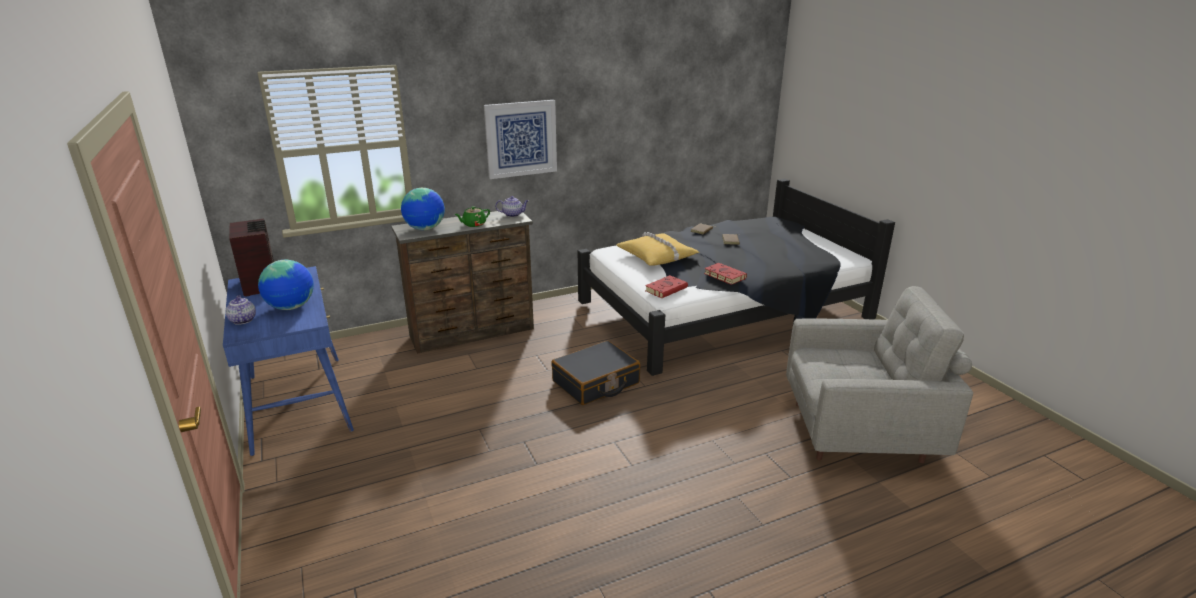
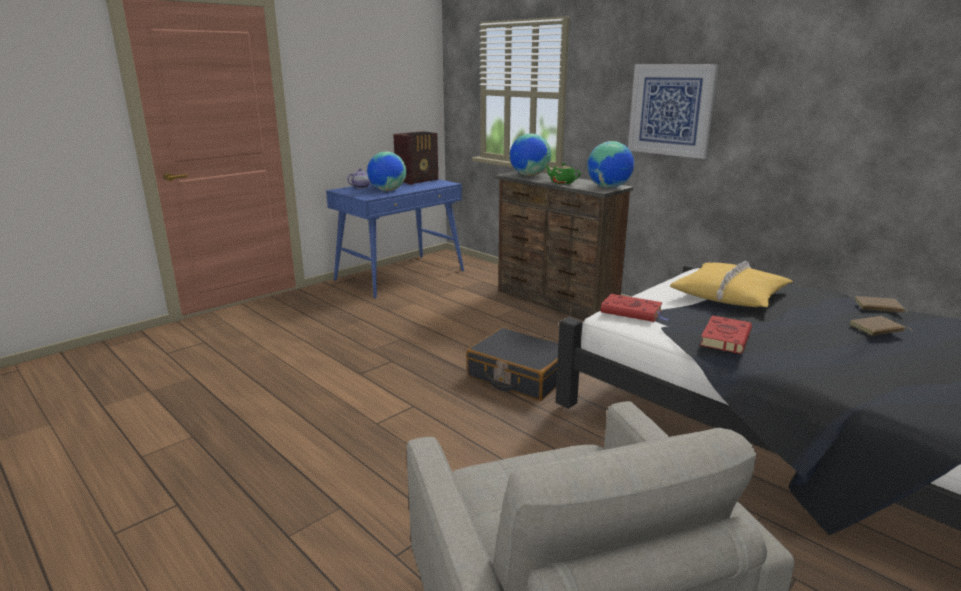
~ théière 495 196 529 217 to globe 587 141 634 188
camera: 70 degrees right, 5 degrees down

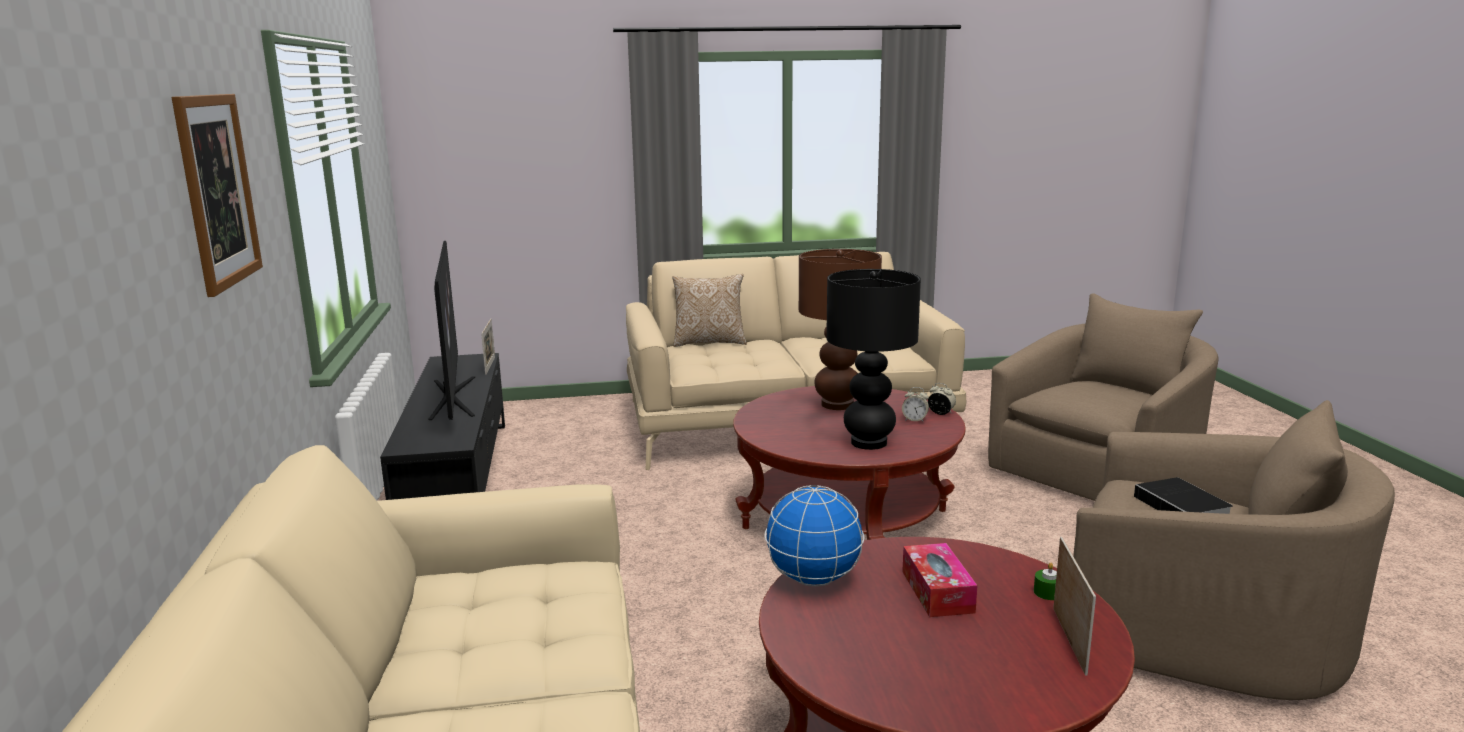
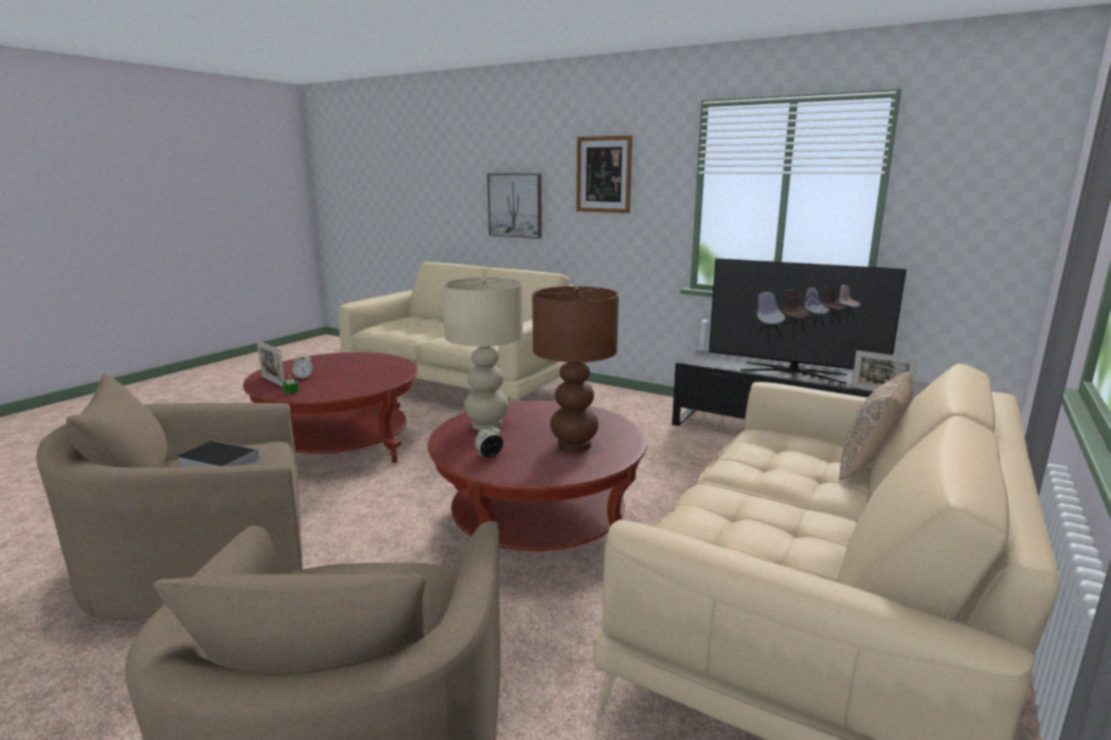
~ réveil 928 383 956 415 to 292 353 313 379
~ lampe de table/noir 826 269 921 450 to lampe de table/beige 442 278 523 431
+ tableau 487 174 542 239
- globe 764 485 865 586
- boîte à mouchoirs 902 543 977 617
camera: 130 degrees right, 0 degrees up

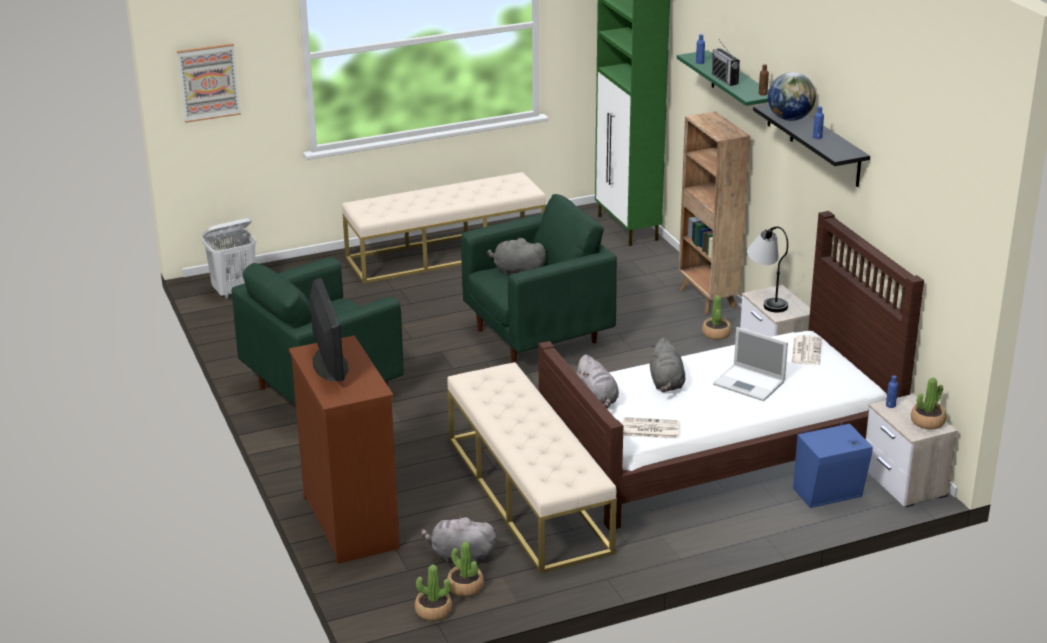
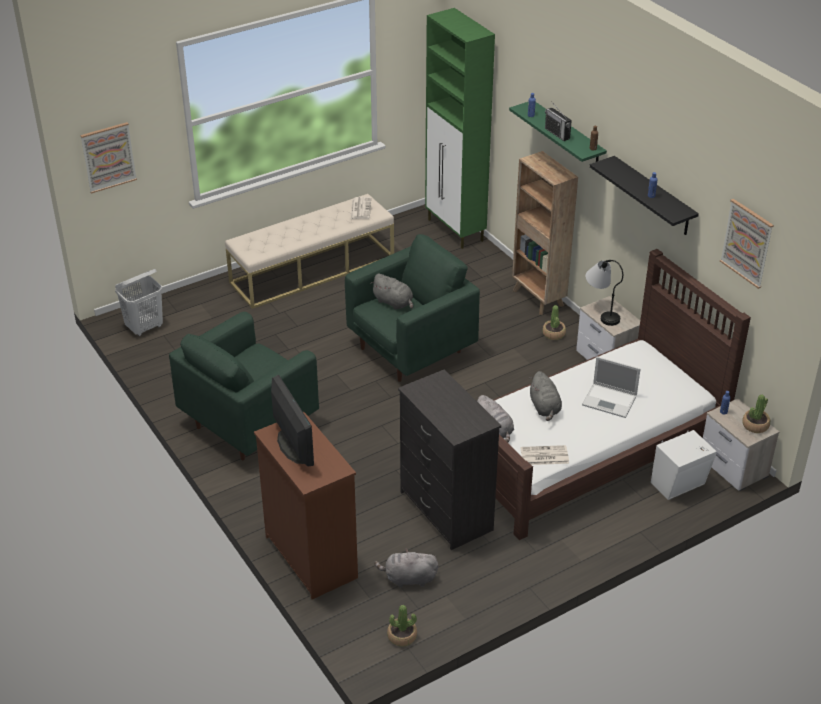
~ journal 791 335 821 365 to 351 197 371 219
~ peluche/gris 487 238 546 275 = 370 274 413 310 150 degrees counterclockwise
~ banc/beige 447 362 617 574 to commode/noir 398 369 501 550
~ enceinte/bleu 793 422 873 508 to enceinte/blanc 651 430 717 500
+ tableau 720 199 774 289
- plante en pot 447 542 484 597
- globe 768 72 816 121
camera: 10 degrees left, 10 degrees up

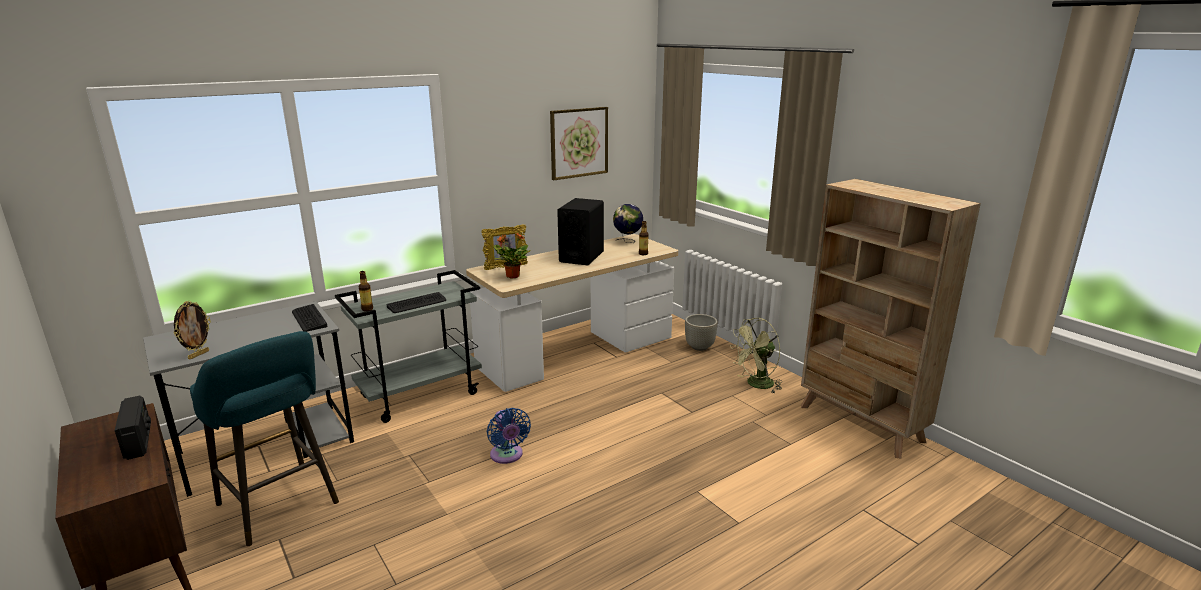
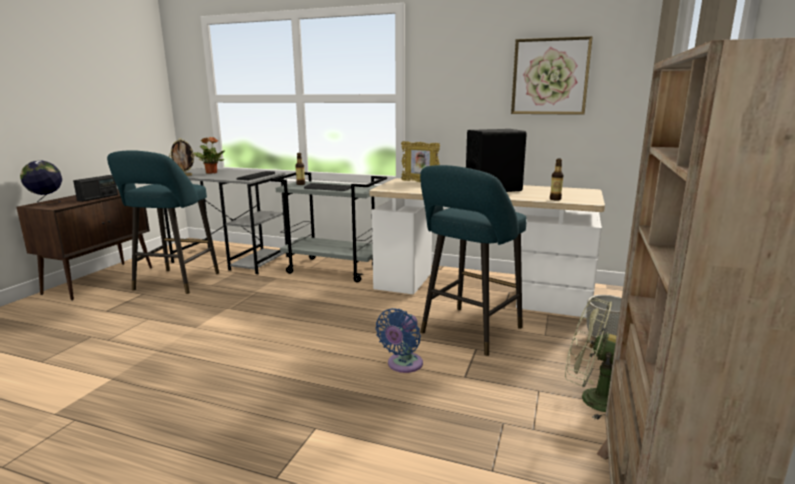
~ globe 613 204 643 243 to 20 161 62 205
~ plante en pot 493 233 530 278 to 193 137 225 174
~ ventilateur/bleu 487 408 531 464 to 375 308 423 373
+ tabouret/turquoise 420 165 527 356
camera: 55 degrees right, 5 degrees down

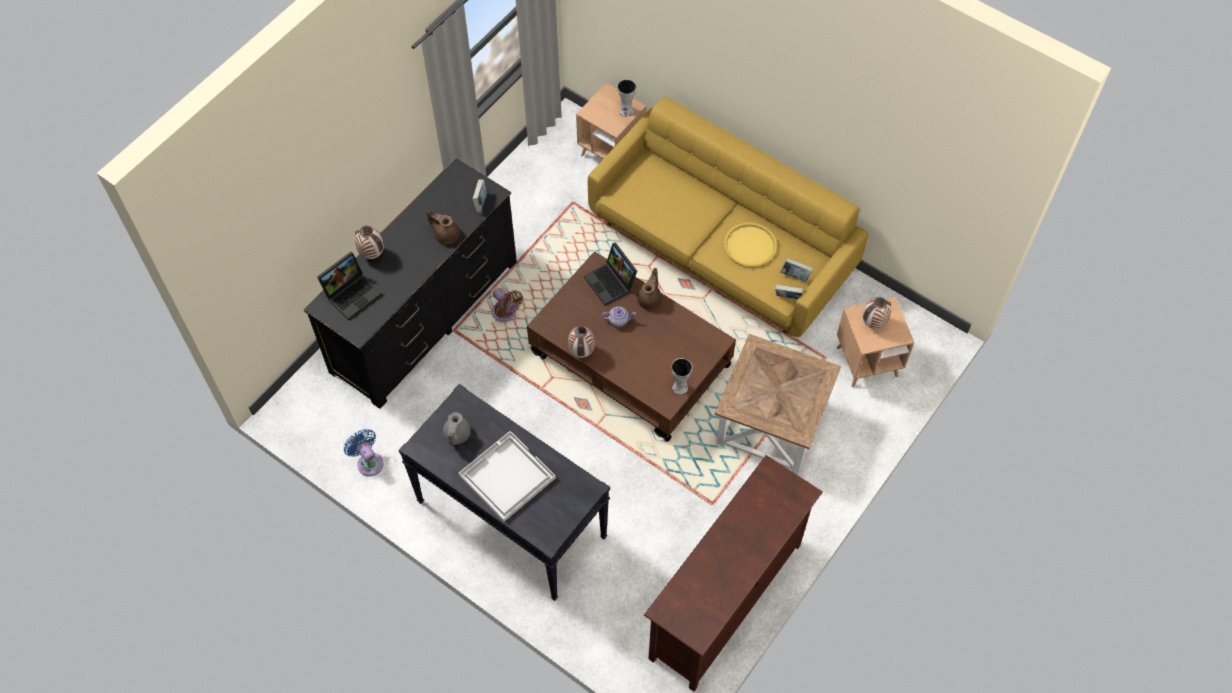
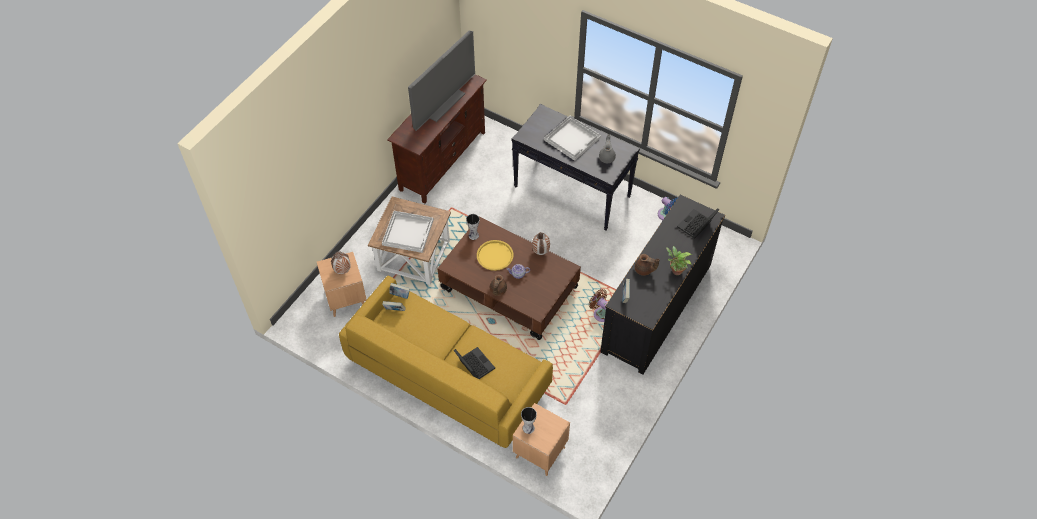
+ plateau/blanc 382 211 434 253
+ téléviseur 408 31 475 131
~ ordinateur portable 584 242 637 306 to 454 347 495 379
~ plateau/jaune 724 222 777 267 to 477 240 513 271
+ plante en pot 666 246 692 275
- vase 355 226 384 259
camera: 175 degrees right, 5 degrees down

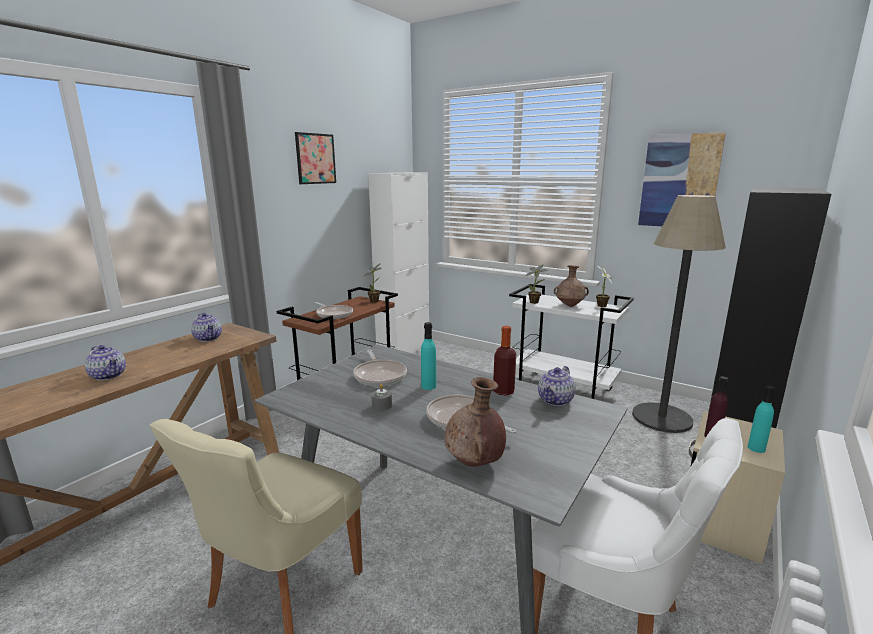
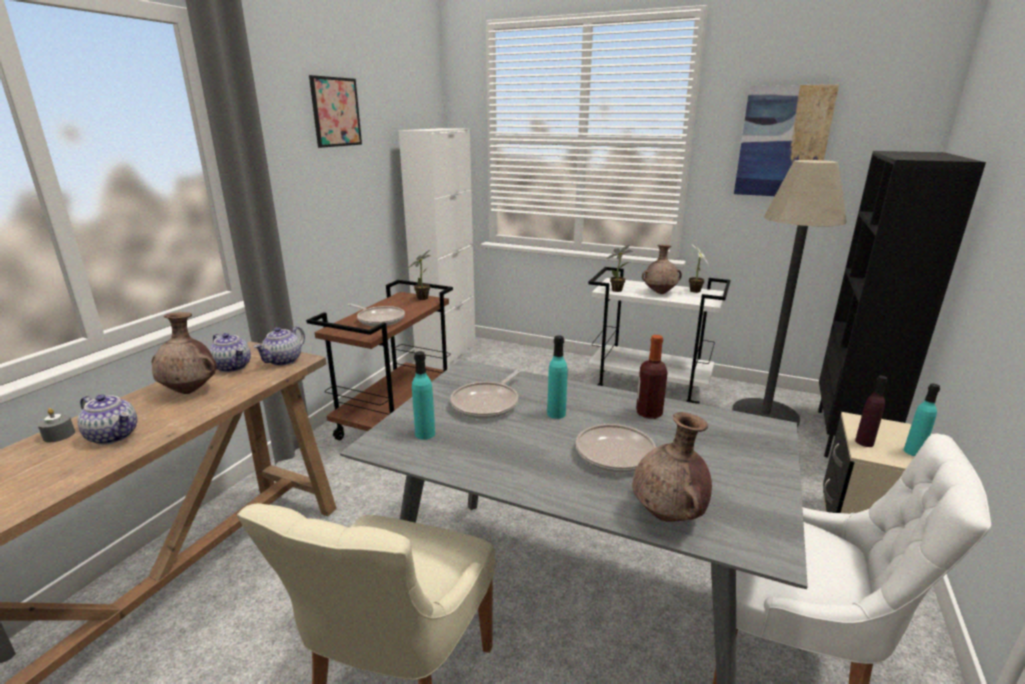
~ bougie/gris 371 384 392 411 to 38 408 75 442
+ vase/marron 152 312 217 394
~ théière 538 366 575 406 to 254 326 305 366
+ bouteille/turquoise 412 351 435 440
~ poêle 353 350 407 386 = 450 369 522 419 60 degrees clockwise
camera: 10 degrees left, 5 degrees up

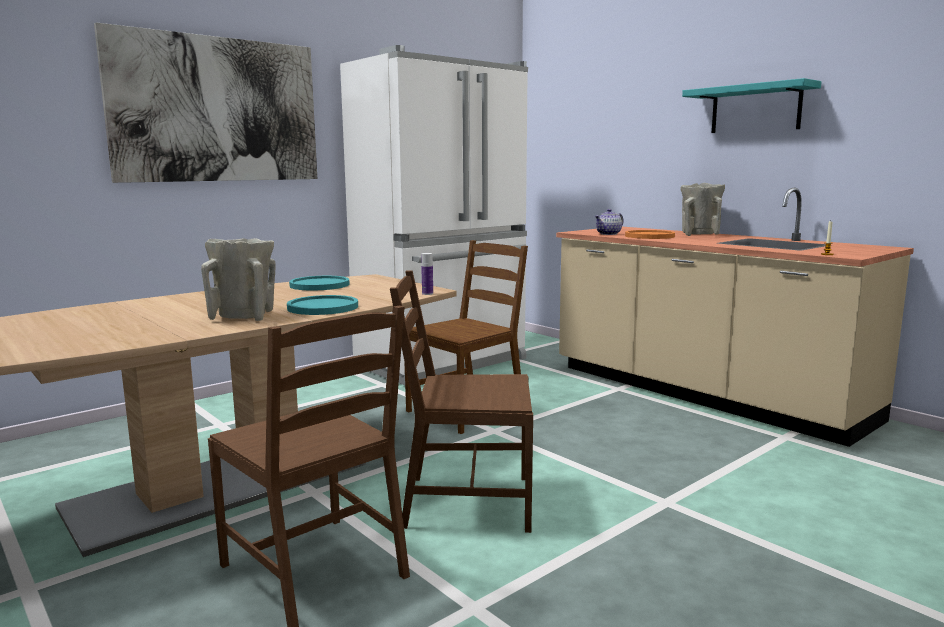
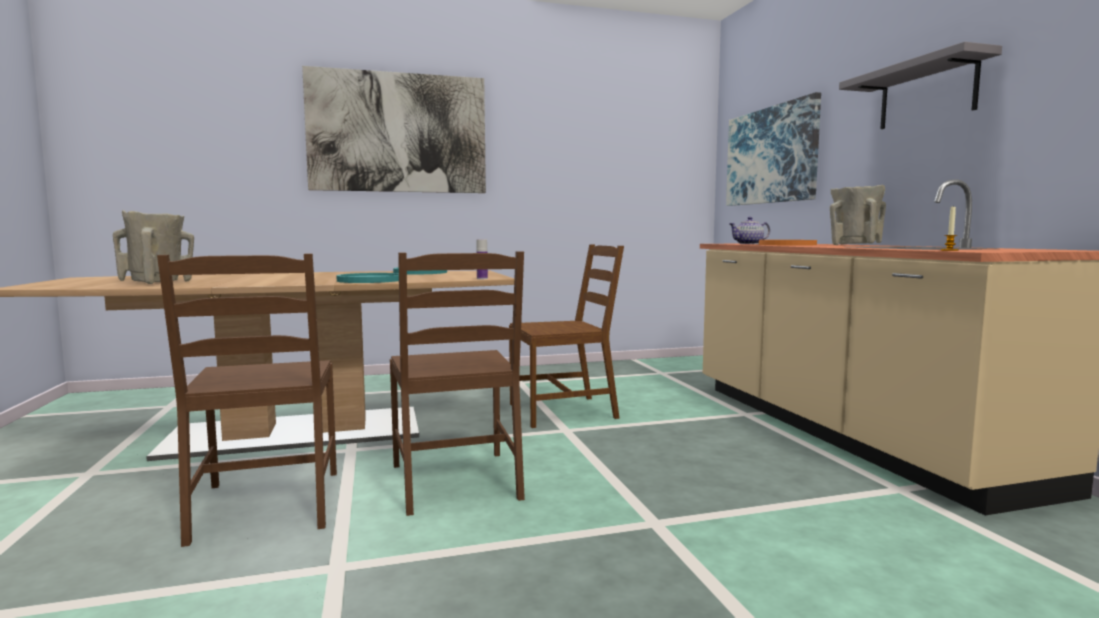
~ vase/beige 201 238 276 321 to 113 210 194 284
~ chaise/marron 390 270 533 533 = 390 251 525 516 135 degrees counterclockwise
+ tableau 726 92 821 206
~ étagère/turquoise 682 78 822 133 to étagère/gris 839 42 1002 129
- réfrigérateur/blanc 340 45 528 385
camera: 25 degrees right, 5 degrees down

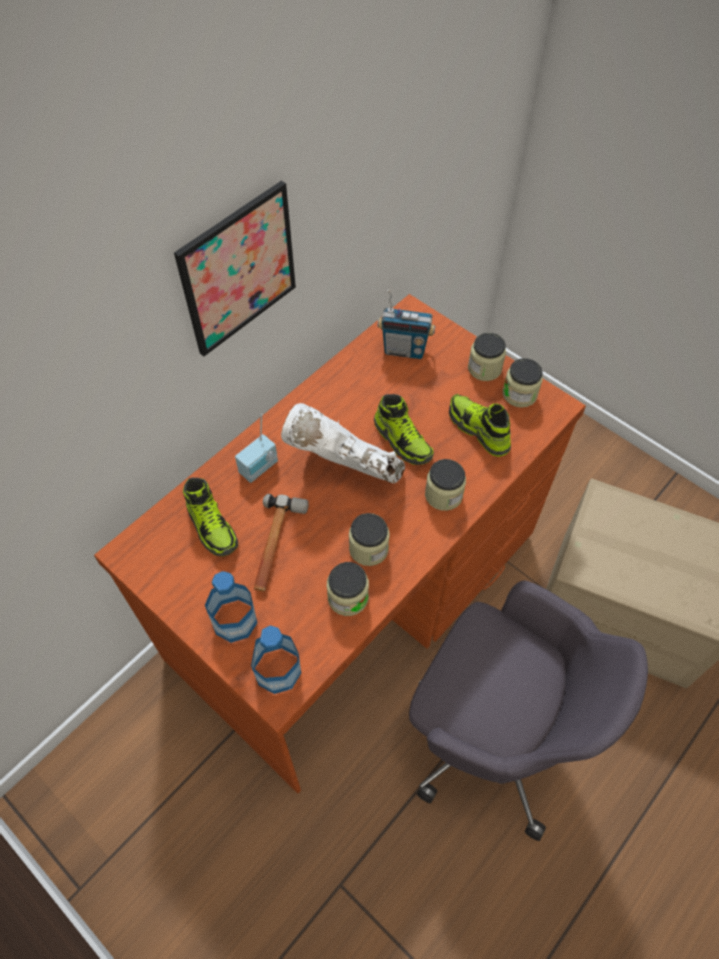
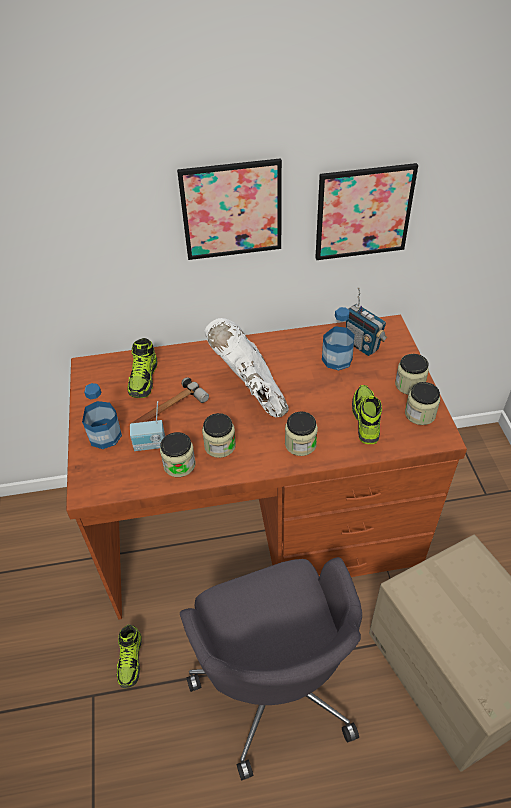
~ chaussure 374 394 434 465 to 117 625 142 688
~ radio 235 414 278 483 to 130 401 165 451
+ tableau 315 163 418 260
~ bouteille 251 625 301 694 to 322 307 355 370
camera: 40 degrees right, 10 degrees down

